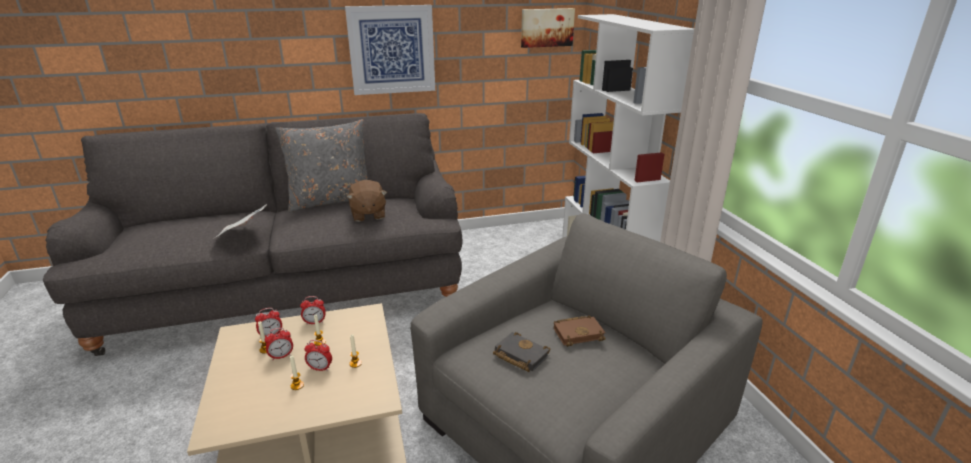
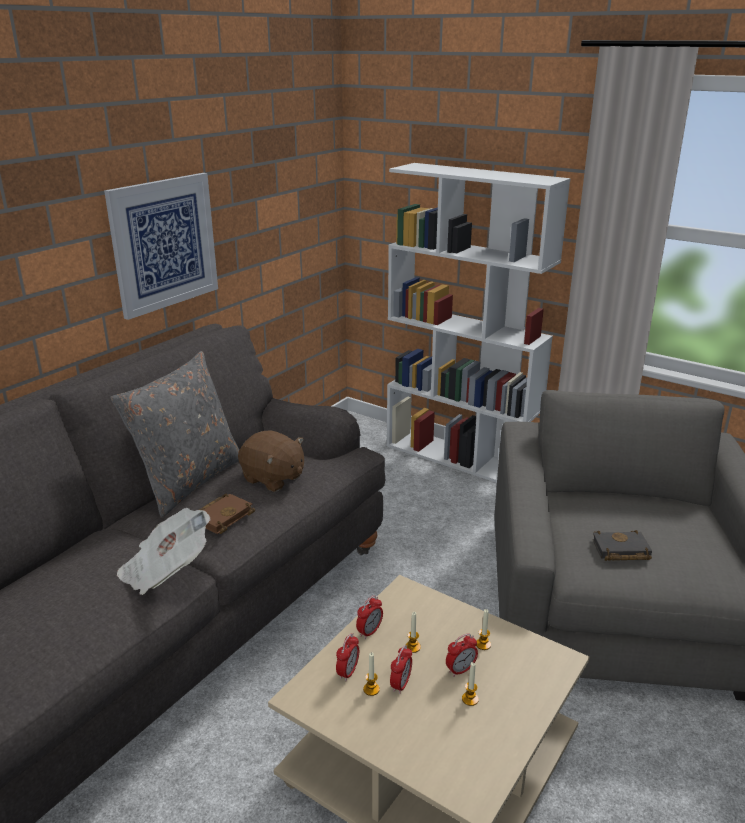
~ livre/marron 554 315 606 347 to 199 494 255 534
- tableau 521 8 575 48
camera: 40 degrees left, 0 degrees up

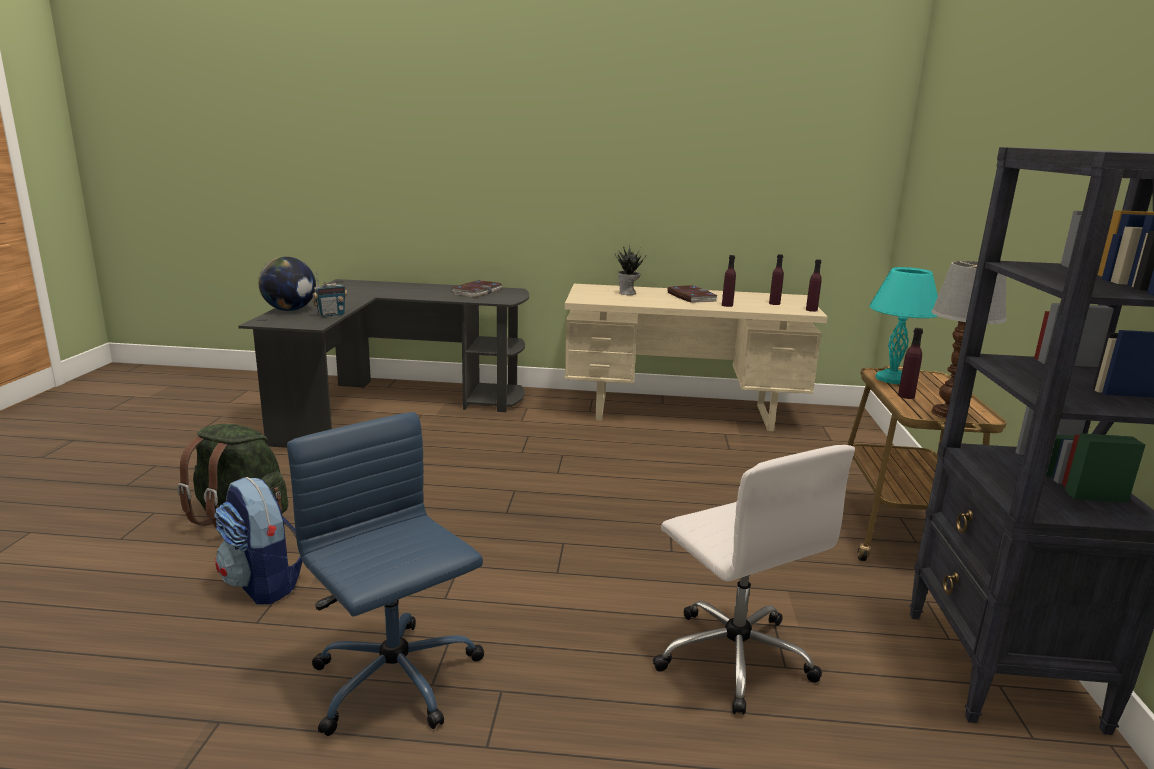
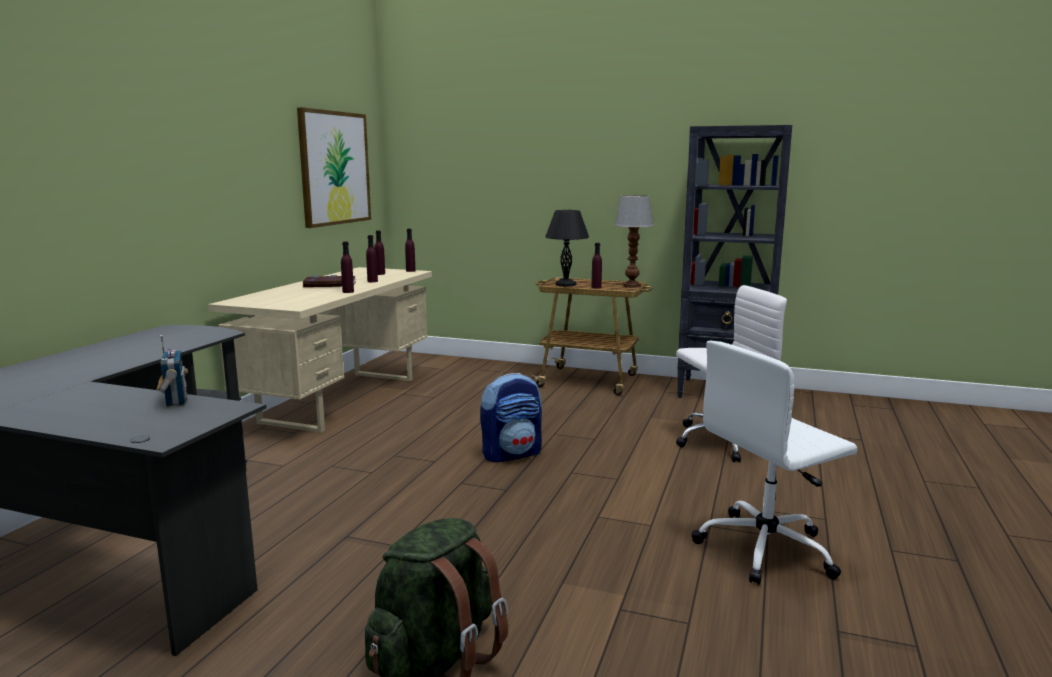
+ tableau 297 107 371 228
+ bouteille/violet 341 241 354 293
~ sac à dos 214 477 303 604 to 480 373 542 462
~ lampe de table/turquoise 869 267 938 384 to lampe de table/noir 545 210 589 286
~ chaise de bureau/bleu 287 412 485 736 to chaise de bureau/blanc 691 341 857 585
- globe 258 257 316 311
- livre 451 280 502 297
- plante en pot 615 245 647 295
camera: 75 degrees left, 5 degrees down

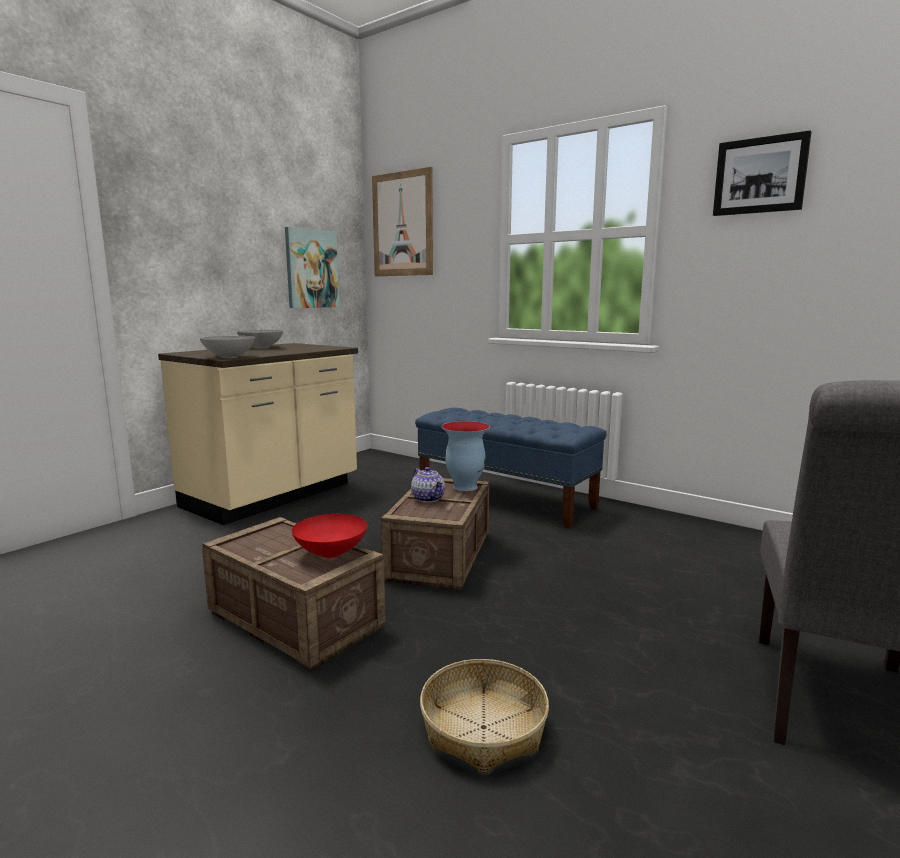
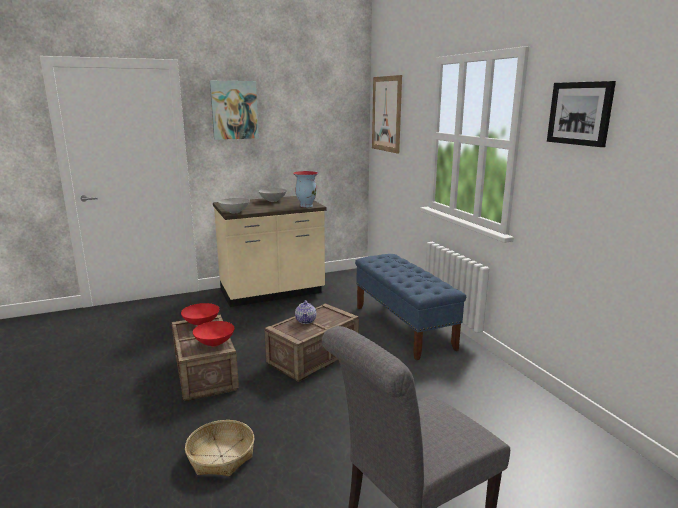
+ bol/rouge 181 303 219 326
~ tableau 285 227 339 308 to 210 81 259 140
~ vase 441 421 490 491 to 293 171 318 207
camera: 30 degrees right, 5 degrees up

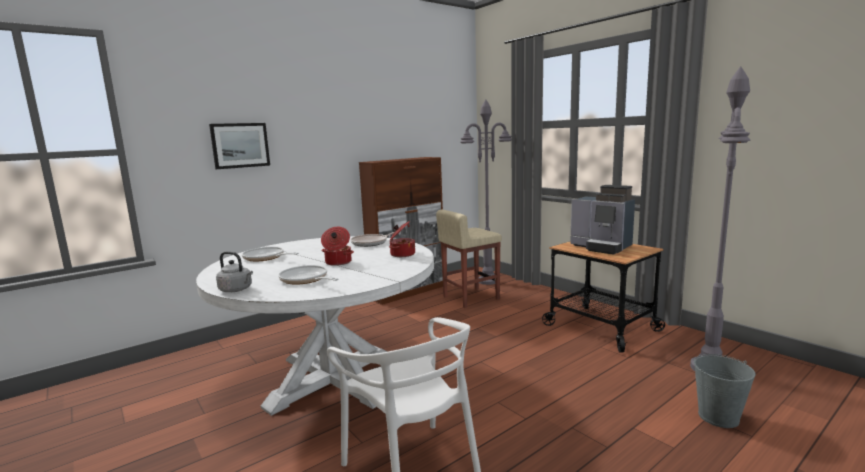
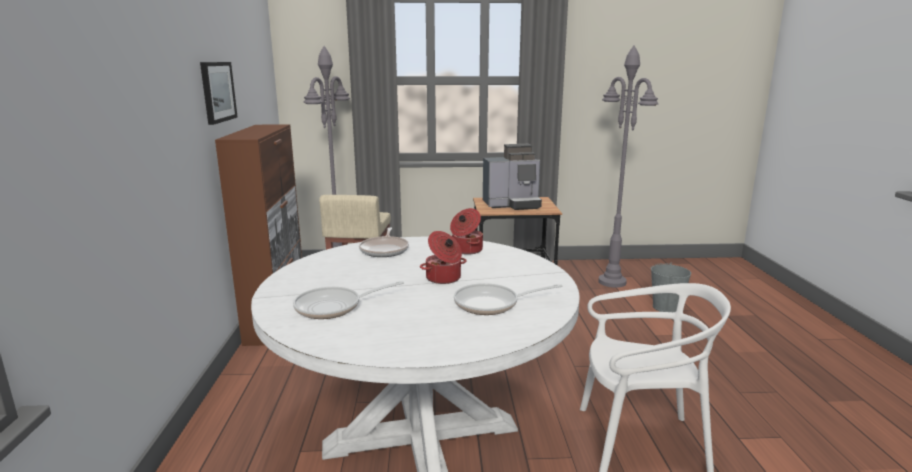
~ tableau 209 123 270 169 to 200 62 238 125
- bouilloire/gris 216 251 253 292
camera: 55 degrees left, 5 degrees up

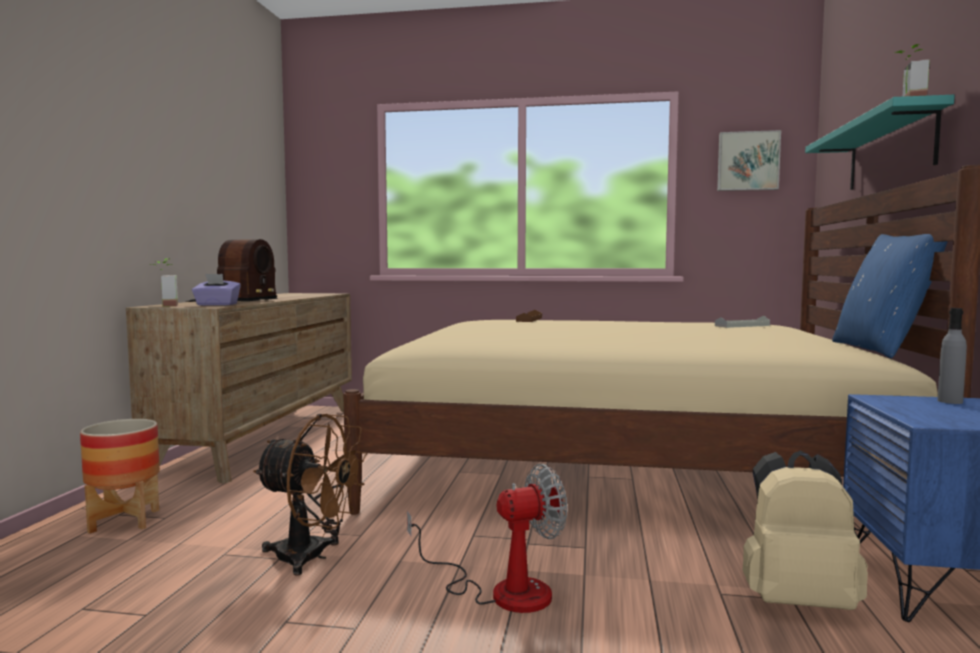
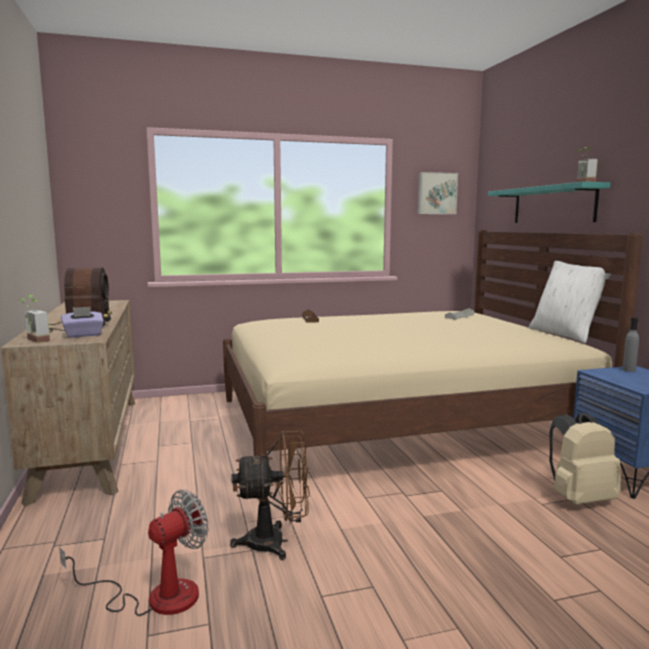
~ ventilateur 407 464 567 613 to 59 490 209 616
~ coussin/bleu 832 234 948 358 to coussin/blanc 529 261 611 343
- cache-pot 80 419 160 534
camera: 25 degrees left, 5 degrees up

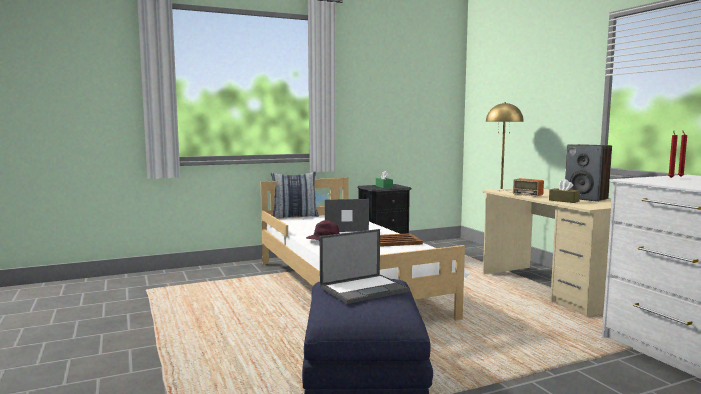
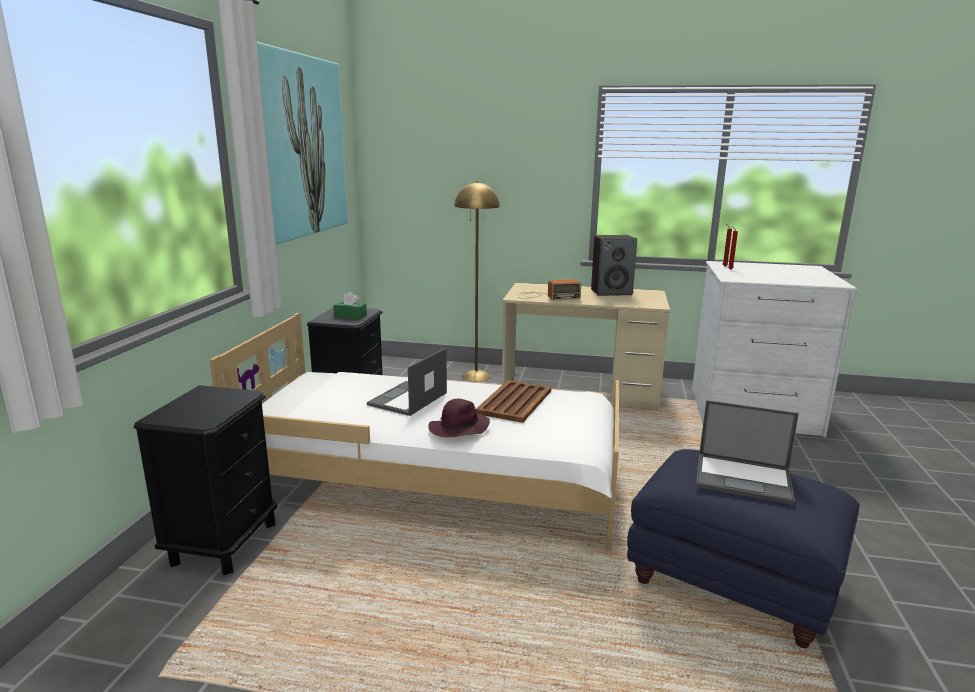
+ table de chevet/noir 133 385 277 575
+ tableau 257 42 348 245
~ ordinateur portable 320 229 410 304 = 696 400 799 505 105 degrees clockwise
- coussin 271 172 319 218
- boîte à mouchoirs/marron 549 179 580 203
camera: 55 degrees left, 10 degrees up

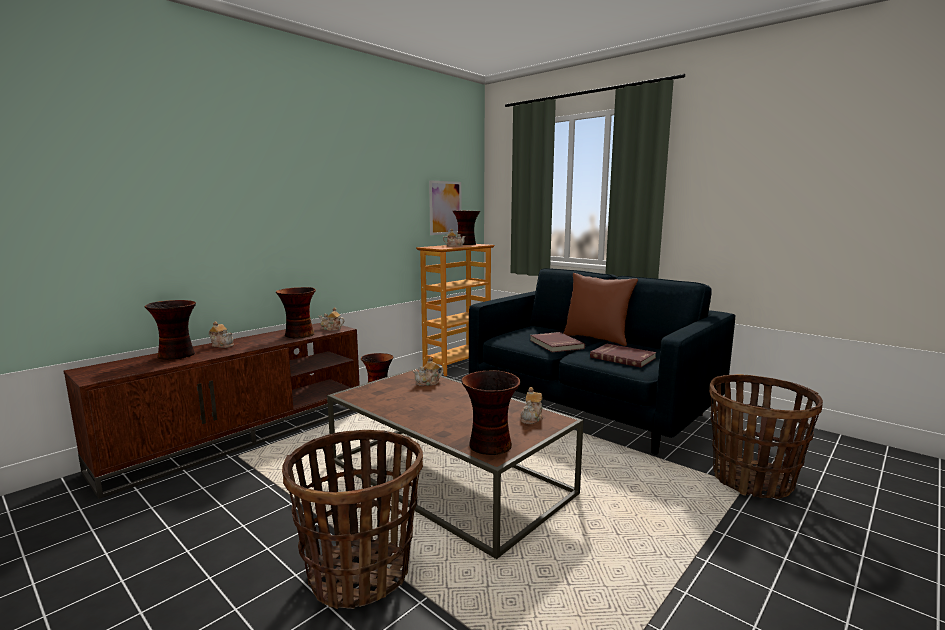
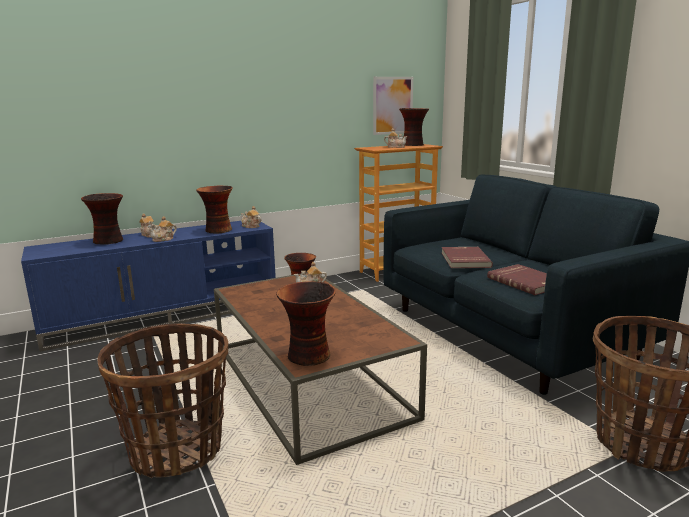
~ meuble télé/marron 64 323 360 499 to meuble télé/bleu 21 221 276 352
~ théière 520 387 543 424 to 148 216 177 242
- coussin/marron 563 273 638 346
camera: 20 degrees right, 5 degrees up

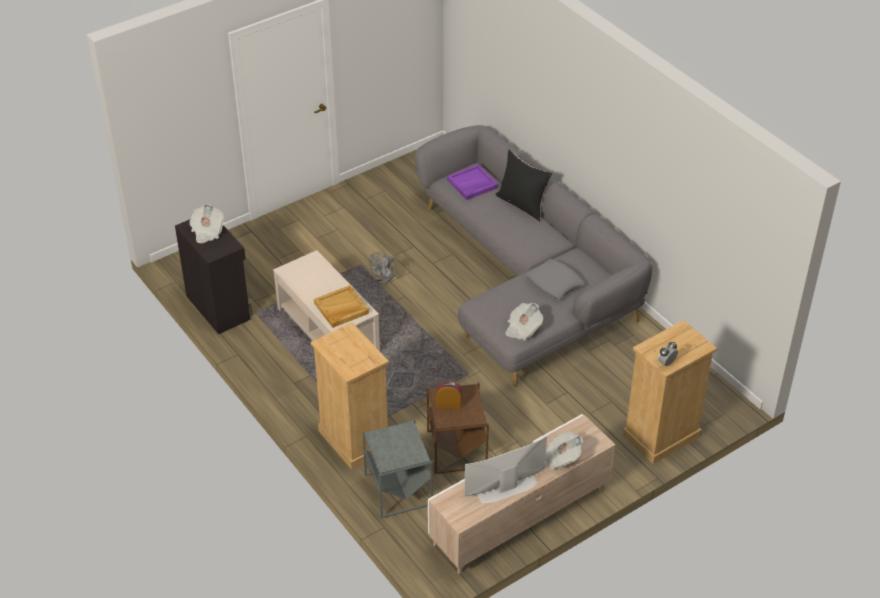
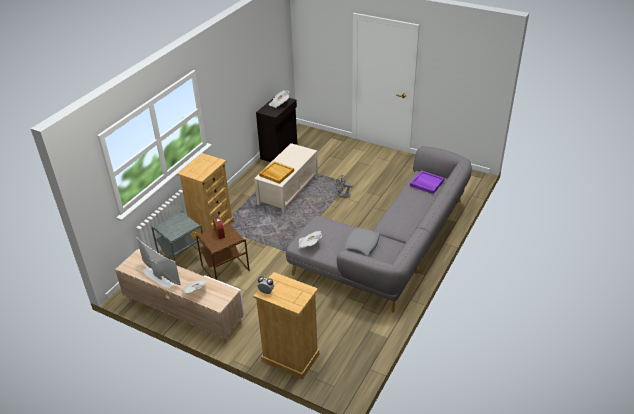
- coussin/noir 496 149 552 221
camera: 65 degrees right, 5 degrees down

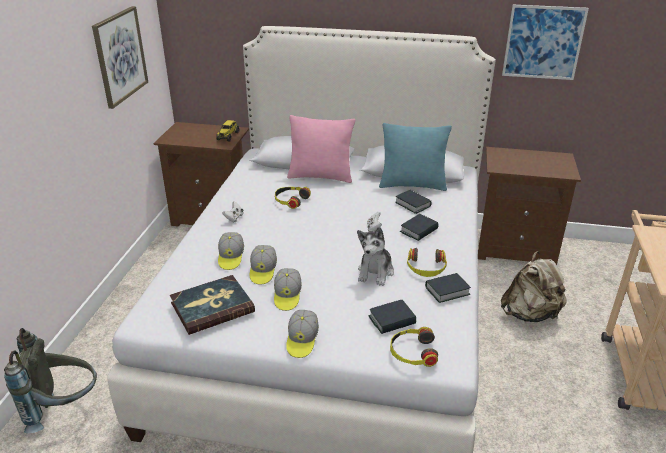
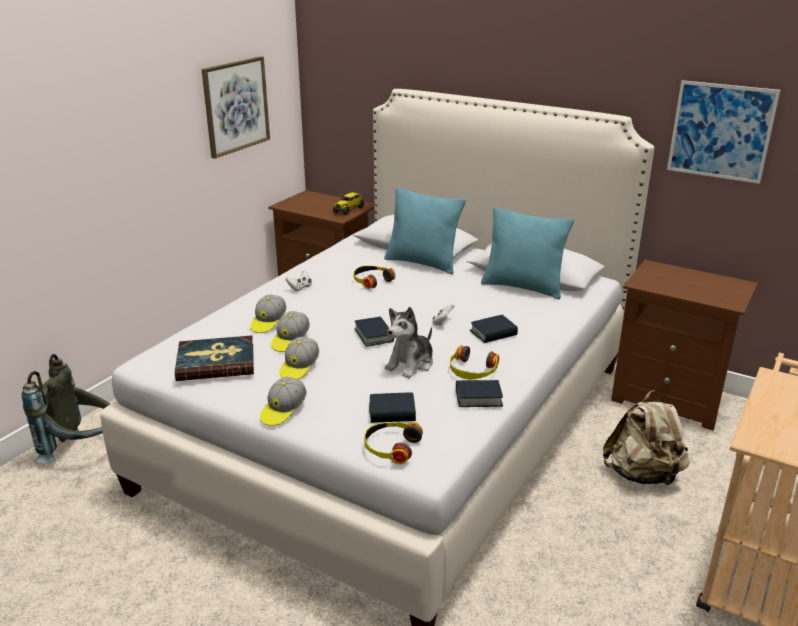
~ livre 395 190 432 214 to 355 317 394 347
~ coussin/rose 287 115 355 183 to coussin/turquoise 384 187 466 274
camera: 20 degrees right, 5 degrees down

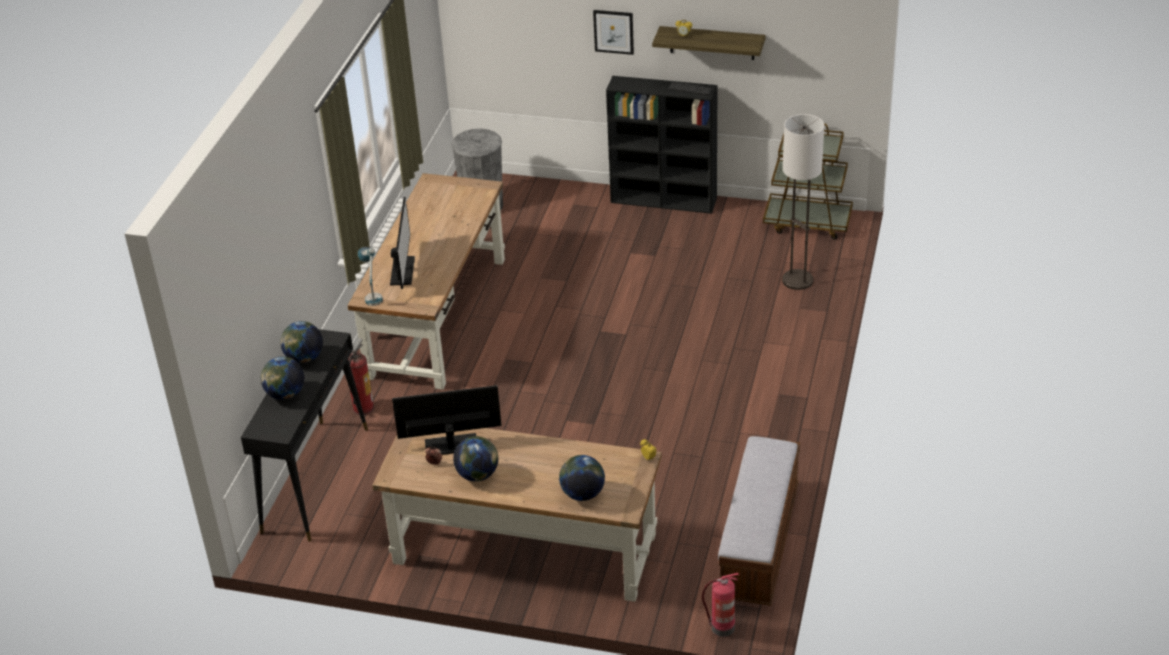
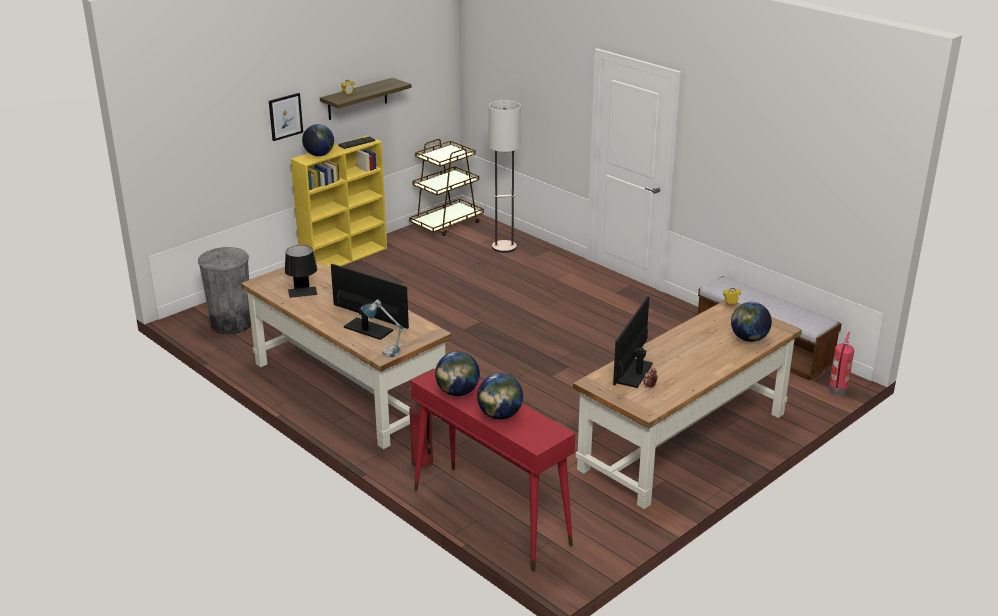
+ lampe de table/noir 285 245 317 298
~ bibliothèque/noir 606 76 718 214 to bibliothèque/jaune 291 135 387 268
~ globe 453 436 498 482 to 302 124 334 156
~ table console/noir 241 329 368 542 to table console/rouge 411 369 575 572
camera: 60 degrees left, 10 degrees down

